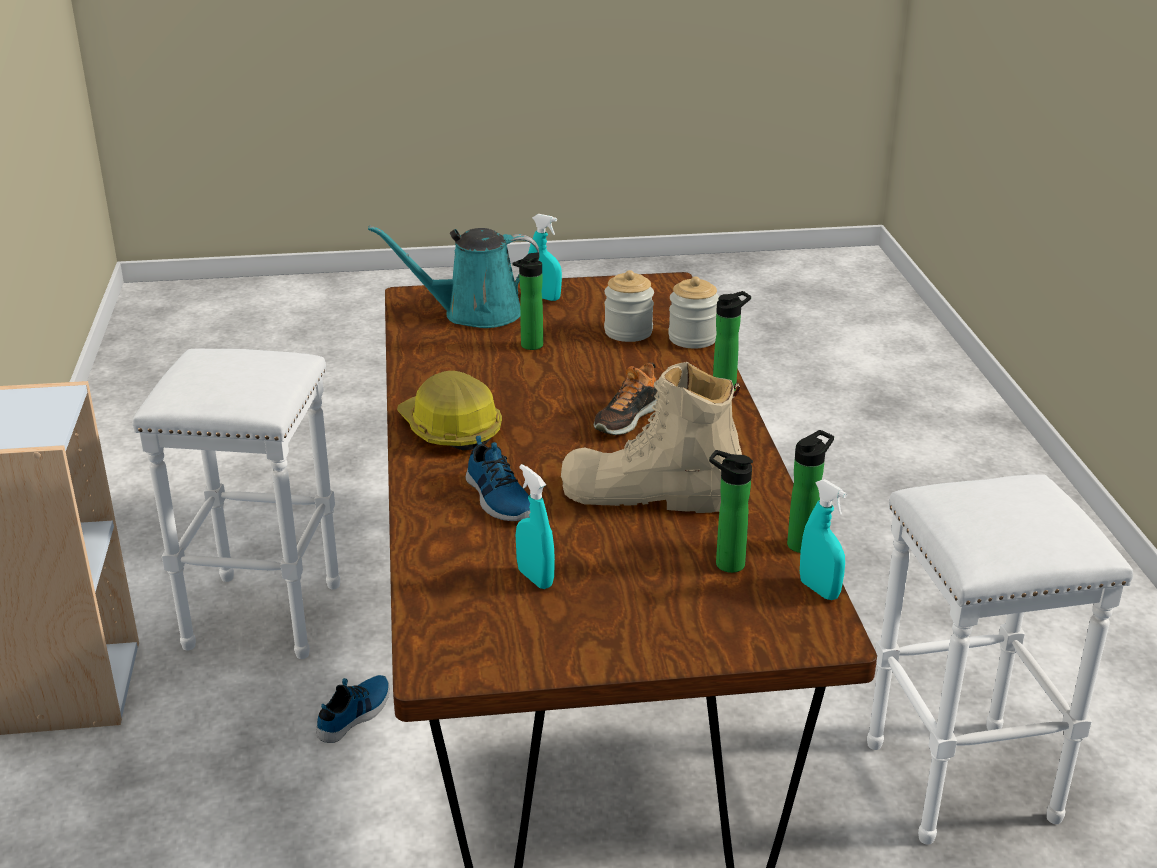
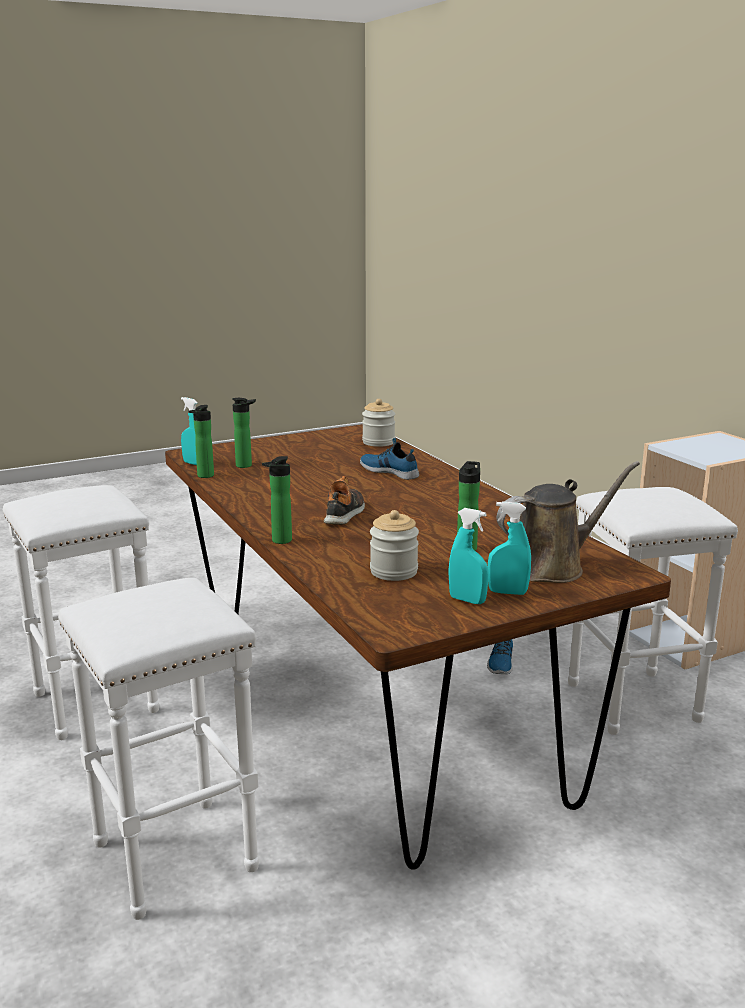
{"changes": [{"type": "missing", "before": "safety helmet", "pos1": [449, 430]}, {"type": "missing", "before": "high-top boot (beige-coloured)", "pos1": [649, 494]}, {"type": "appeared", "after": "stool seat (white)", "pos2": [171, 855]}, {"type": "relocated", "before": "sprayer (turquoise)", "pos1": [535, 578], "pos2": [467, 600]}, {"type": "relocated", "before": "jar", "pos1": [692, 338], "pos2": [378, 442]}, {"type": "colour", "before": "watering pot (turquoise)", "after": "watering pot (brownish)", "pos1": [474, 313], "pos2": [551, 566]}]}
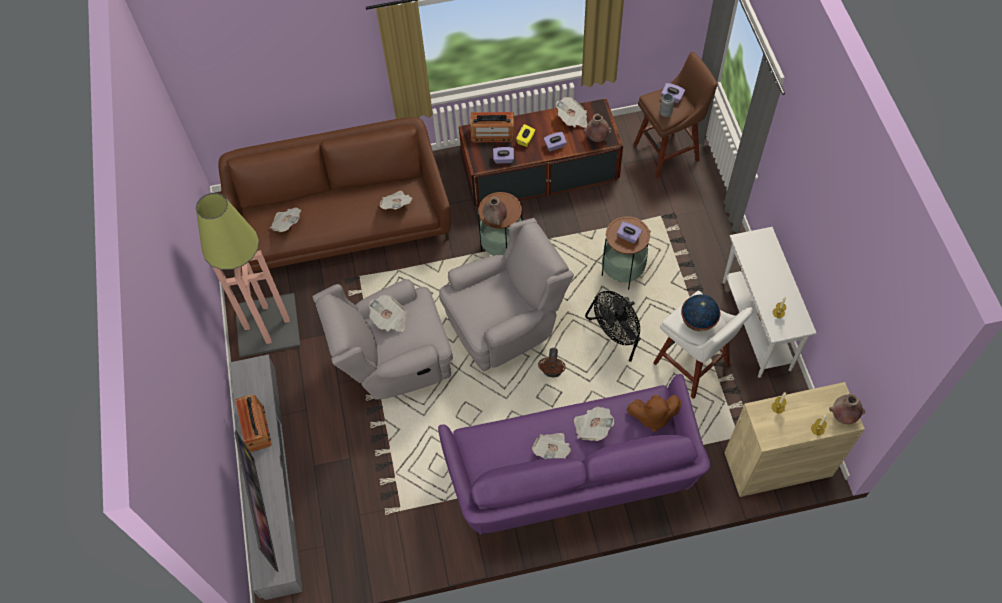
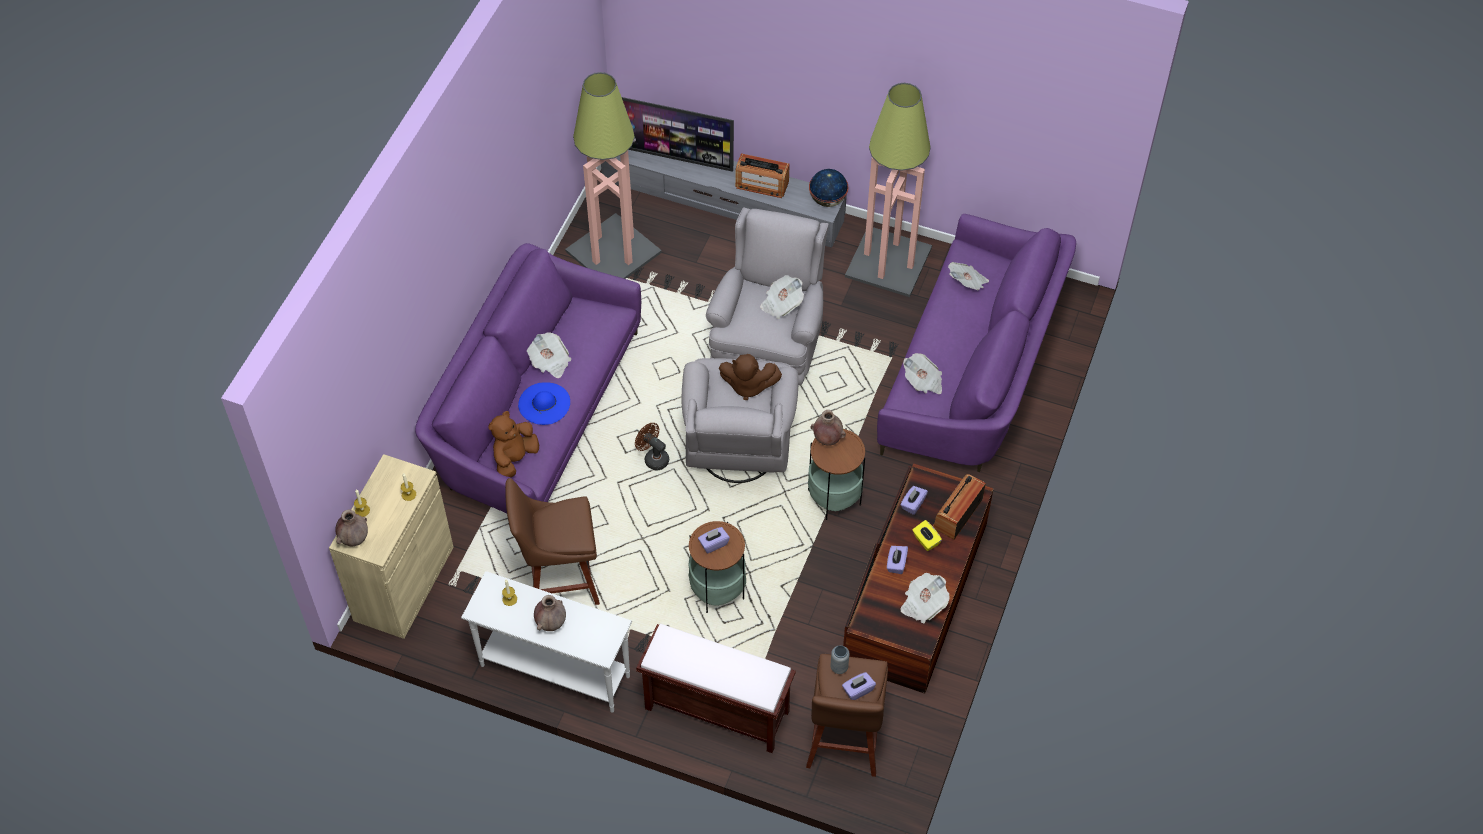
{"changes": [{"type": "missing", "before": "fan (black-coloured)", "pos1": [617, 331]}, {"type": "appeared", "after": "standing lamp", "pos2": [613, 251]}, {"type": "appeared", "after": "indoor bench (brownish)", "pos2": [715, 710]}, {"type": "appeared", "after": "soft toy (brownish)", "pos2": [748, 386]}, {"type": "relocated", "before": "vase (brownish)", "pos1": [596, 138], "pos2": [551, 623]}, {"type": "relocated", "before": "globe", "pos1": [698, 321], "pos2": [827, 200]}, {"type": "exchanged", "before": "daily paper", "after": "hat (blue-coloured)", "pos1": [592, 427], "pos2": [544, 403]}, {"type": "colour", "before": "settee (brownish)", "after": "settee (purple)", "pos1": [341, 223], "pos2": [972, 373]}, {"type": "colour", "before": "stool seat (white)", "after": "stool seat (brownish)", "pos1": [692, 366], "pos2": [560, 581]}]}
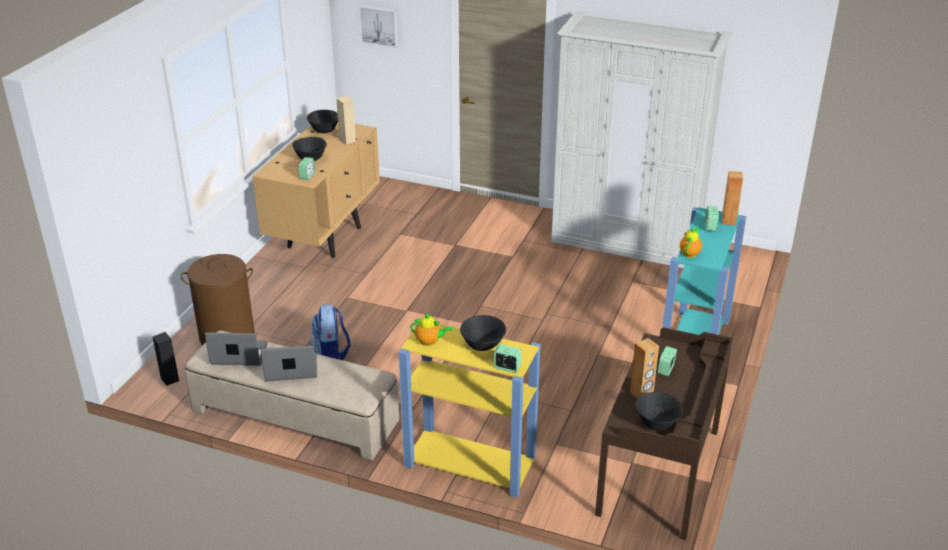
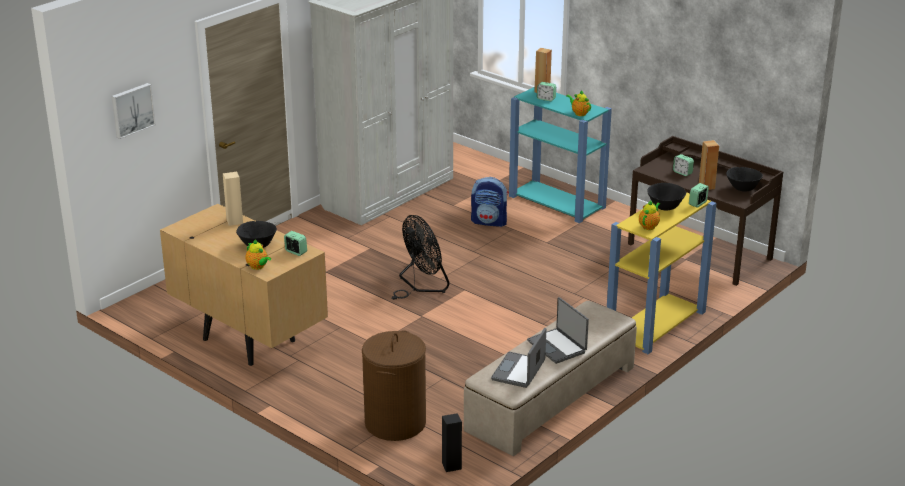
{"changes": [{"type": "missing", "before": "deep dish (black-coloured)", "pos1": [324, 130]}, {"type": "appeared", "after": "tea pot", "pos2": [258, 267]}, {"type": "appeared", "after": "fan (black-coloured)", "pos2": [417, 283]}, {"type": "relocated", "before": "rucksack", "pos1": [331, 355], "pos2": [489, 222]}, {"type": "spun", "before": "portable computer", "pos1": [291, 369], "pos2": [557, 346], "turn": -45}]}
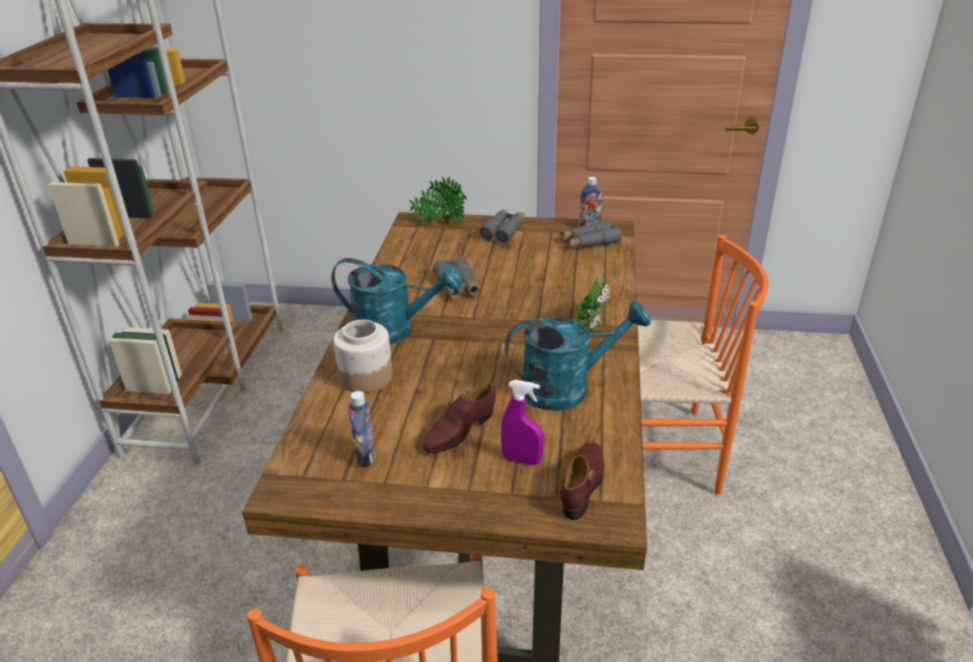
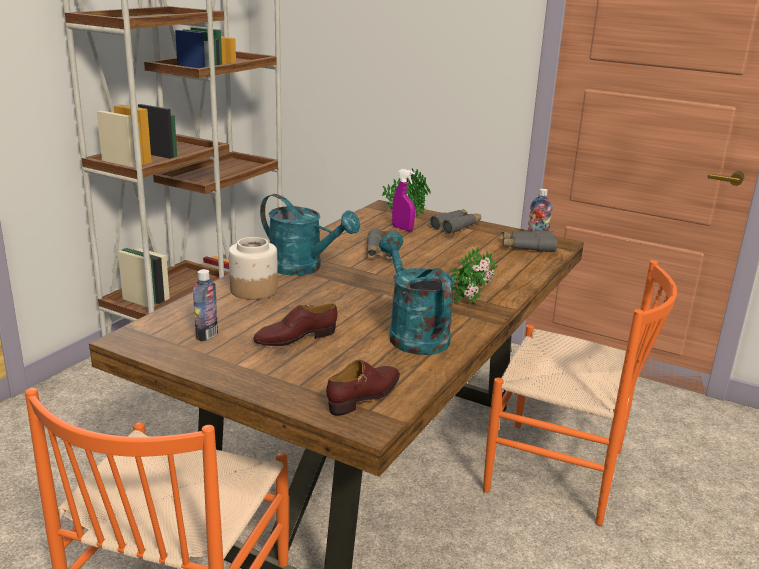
{"changes": [{"type": "relocated", "before": "sprayer (purple)", "pos1": [522, 460], "pos2": [402, 229]}, {"type": "spun", "before": "watering pot (turquoise)", "pos1": [567, 388], "pos2": [413, 333], "turn": -120}]}
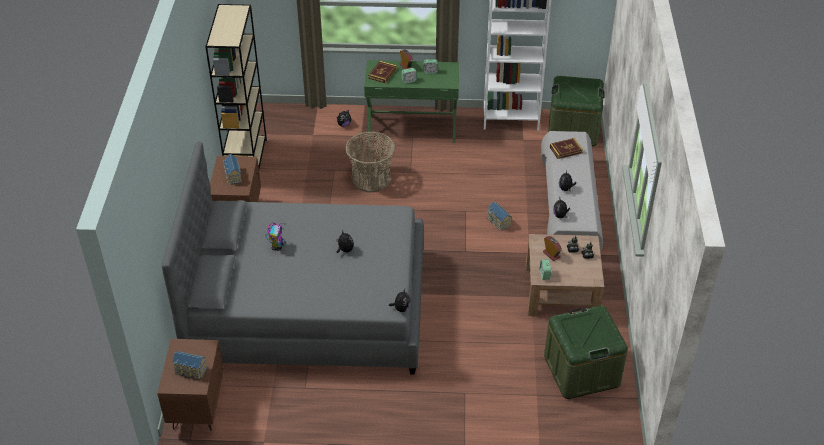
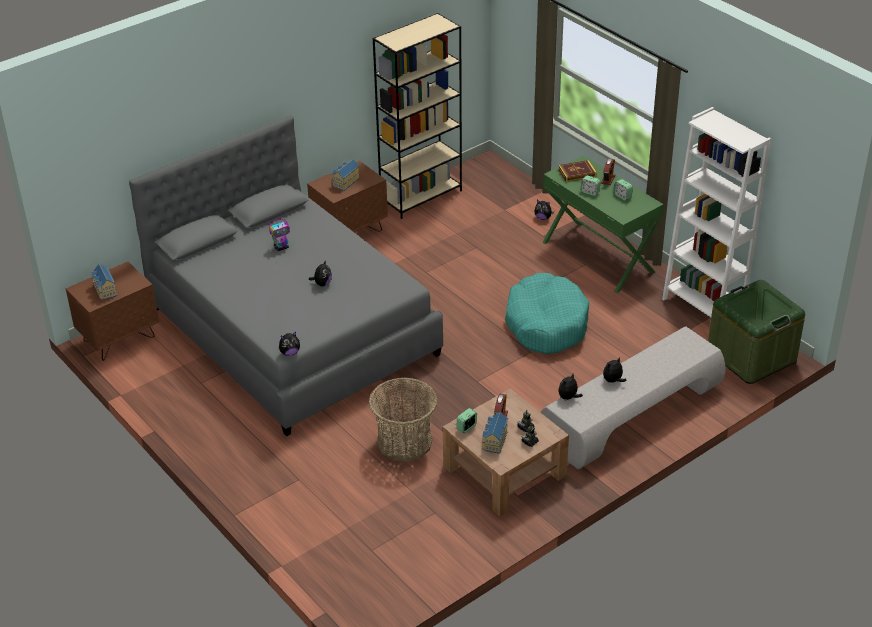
{"changes": [{"type": "missing", "before": "storage box (green-coloured)", "pos1": [581, 370]}, {"type": "missing", "before": "book", "pos1": [566, 150]}, {"type": "appeared", "after": "dog cushion (turquoise)", "pos2": [546, 324]}, {"type": "relocated", "before": "household basket", "pos1": [371, 179], "pos2": [404, 442]}, {"type": "relocated", "before": "miniature house", "pos1": [498, 222], "pos2": [494, 441]}]}
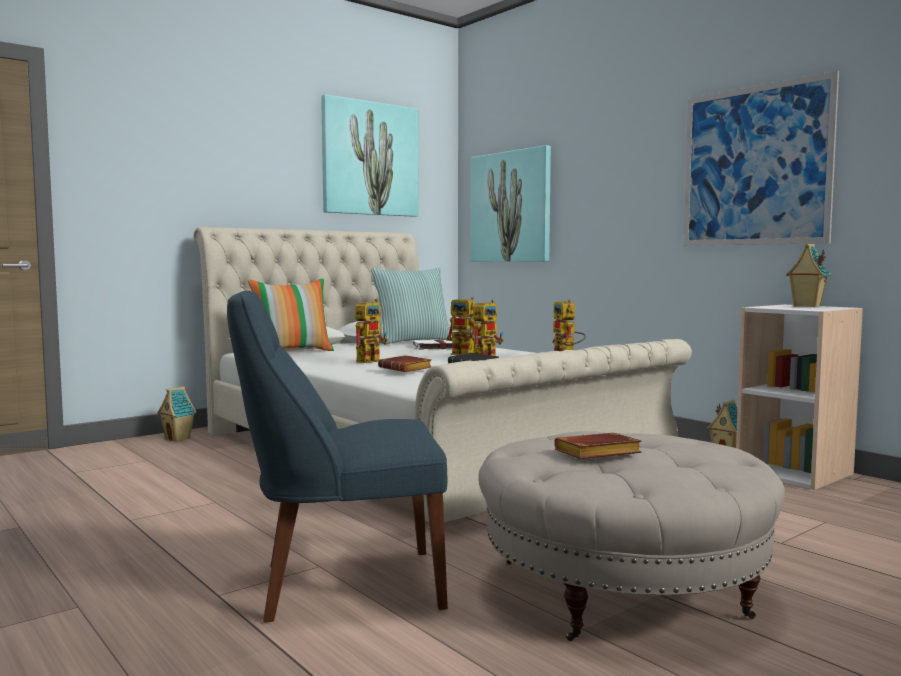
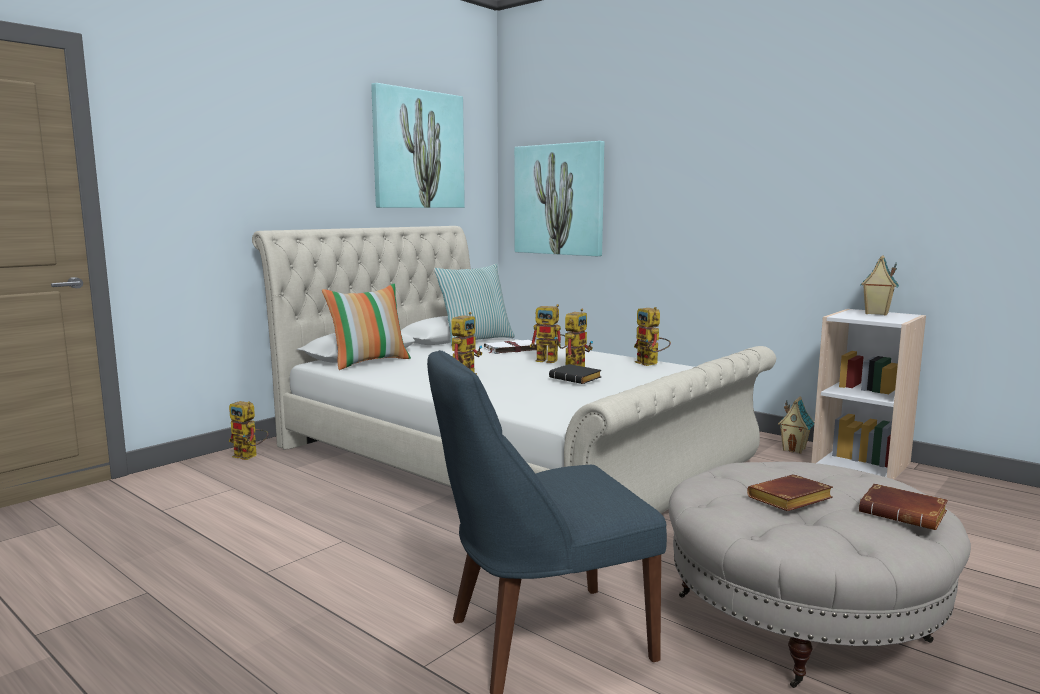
{"changes": [{"type": "missing", "before": "picture", "pos1": [755, 166]}, {"type": "relocated", "before": "book (brownish)", "pos1": [407, 369], "pos2": [905, 514]}, {"type": "exchanged", "before": "miniature house", "after": "toy robot", "pos1": [178, 439], "pos2": [250, 456]}]}
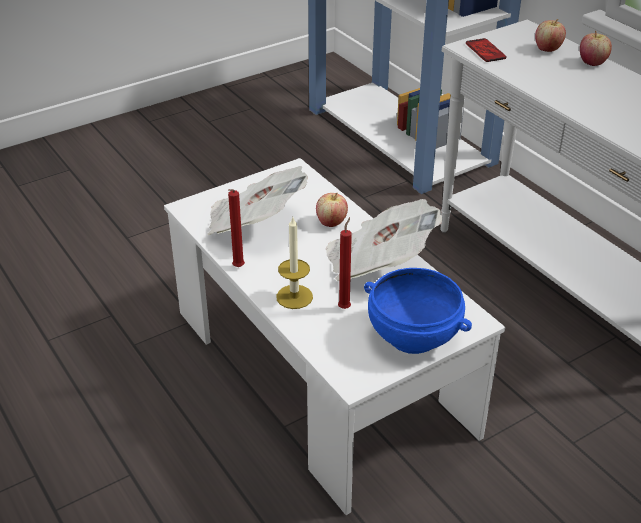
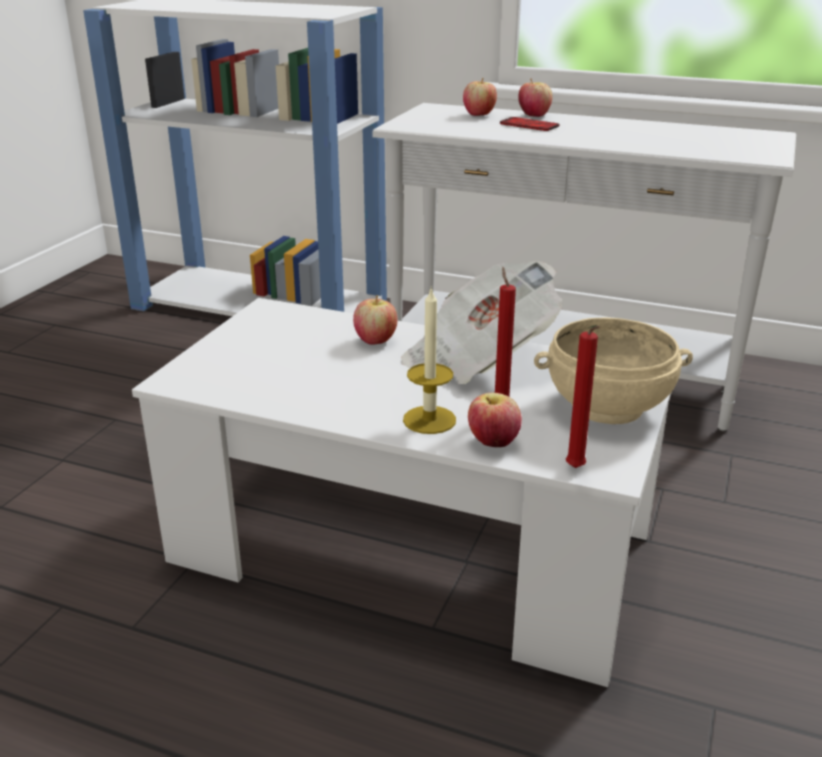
{"changes": [{"type": "missing", "before": "daily paper", "pos1": [255, 223]}, {"type": "appeared", "after": "apple fruit", "pos2": [493, 442]}, {"type": "relocated", "before": "wax candle (red-coloured)", "pos1": [237, 268], "pos2": [576, 469]}, {"type": "relocated", "before": "telephone", "pos1": [485, 51], "pos2": [529, 125]}, {"type": "colour", "before": "deep dish (blue-coloured)", "after": "deep dish (beige-coloured)", "pos1": [412, 336], "pos2": [608, 407]}]}
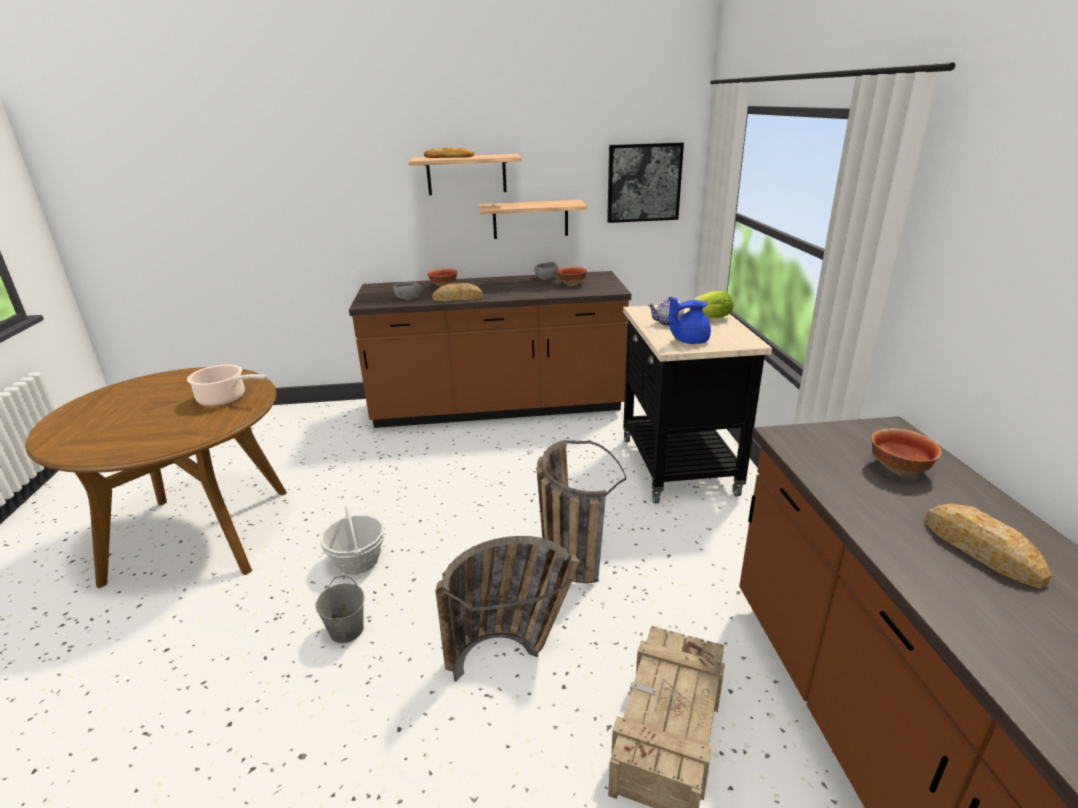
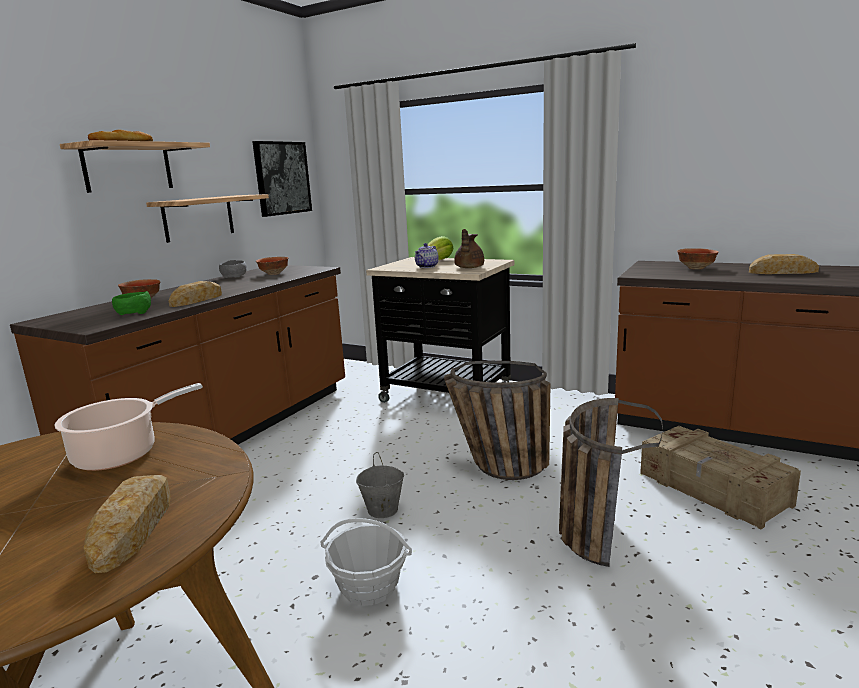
{"changes": [{"type": "appeared", "after": "baked bread", "pos2": [134, 526]}, {"type": "relocated", "before": "bucket (greyish)", "pos1": [346, 630], "pos2": [382, 510]}, {"type": "colour", "before": "deep dish (greyish)", "after": "deep dish (green-coloured)", "pos1": [407, 298], "pos2": [133, 313]}, {"type": "colour", "before": "tea pot (blue-coloured)", "after": "tea pot (brownish)", "pos1": [688, 341], "pos2": [468, 268]}]}
